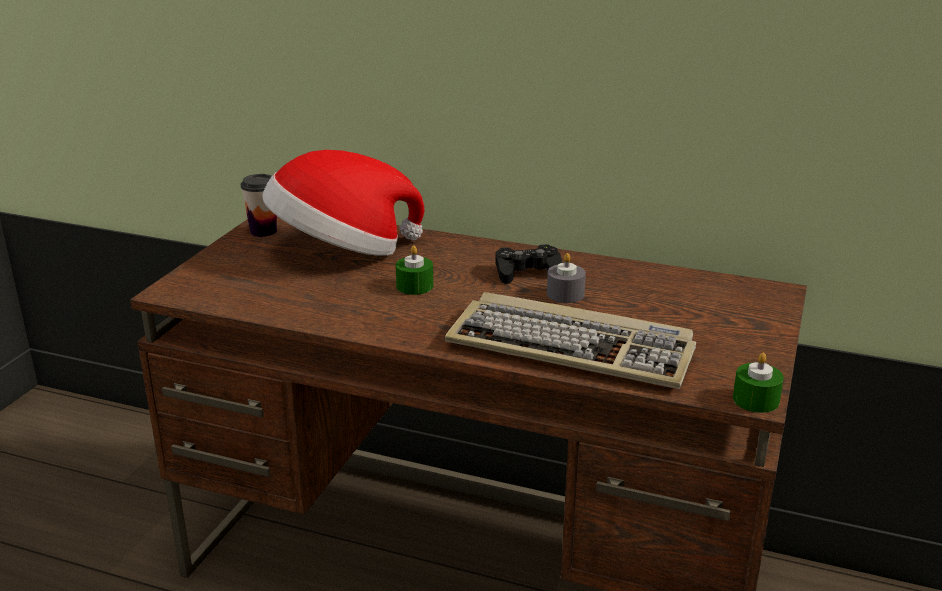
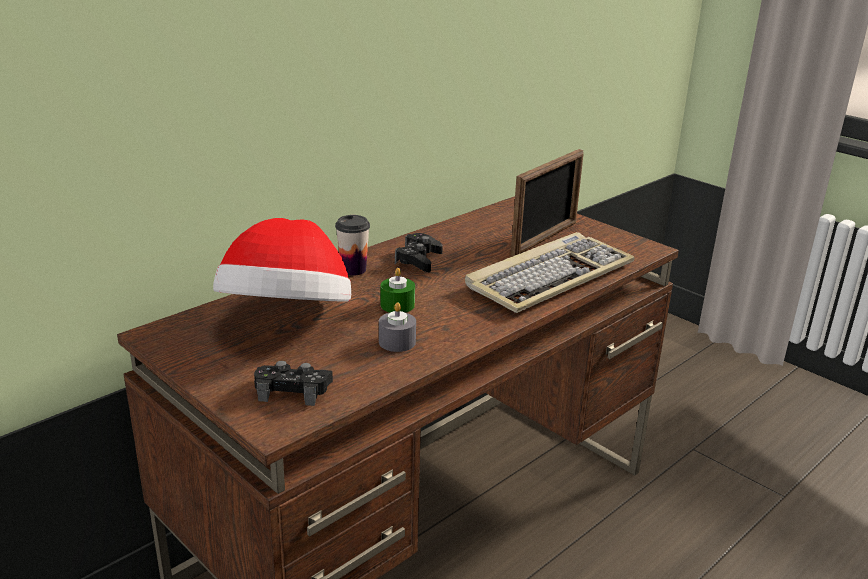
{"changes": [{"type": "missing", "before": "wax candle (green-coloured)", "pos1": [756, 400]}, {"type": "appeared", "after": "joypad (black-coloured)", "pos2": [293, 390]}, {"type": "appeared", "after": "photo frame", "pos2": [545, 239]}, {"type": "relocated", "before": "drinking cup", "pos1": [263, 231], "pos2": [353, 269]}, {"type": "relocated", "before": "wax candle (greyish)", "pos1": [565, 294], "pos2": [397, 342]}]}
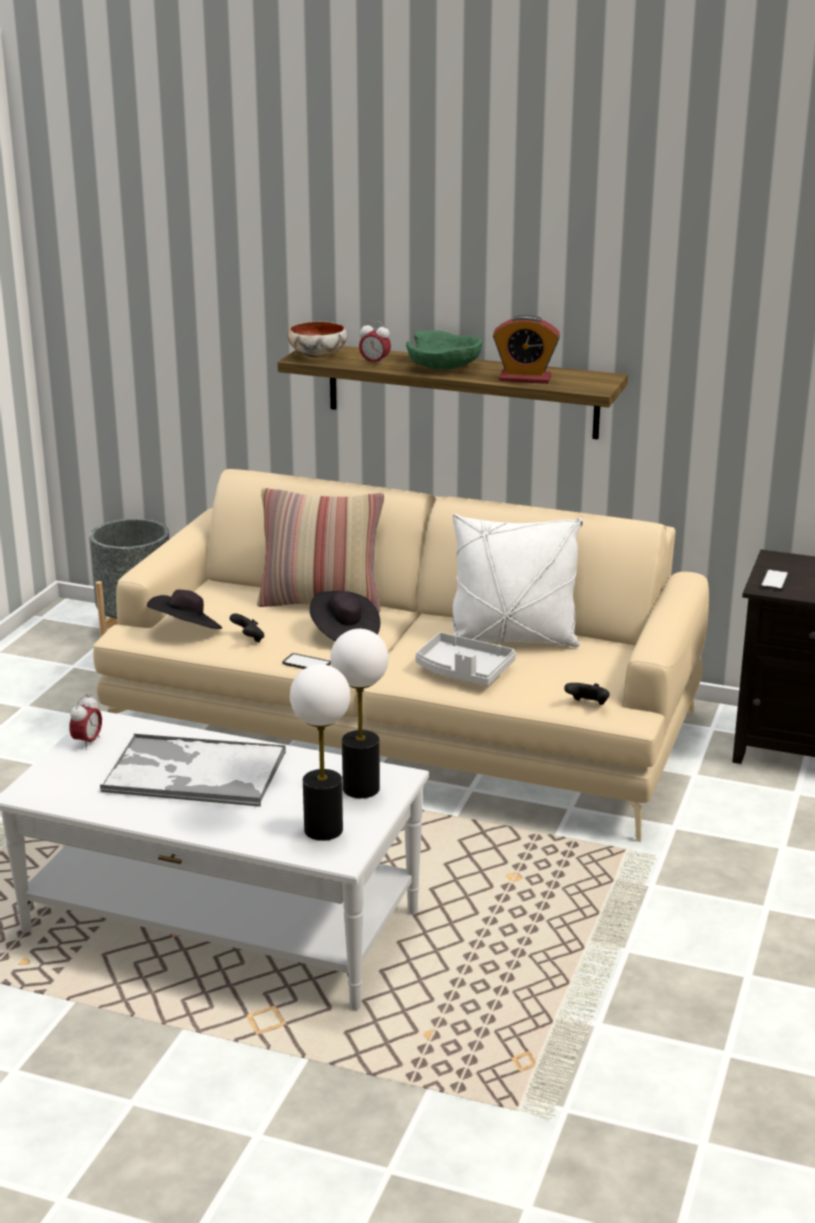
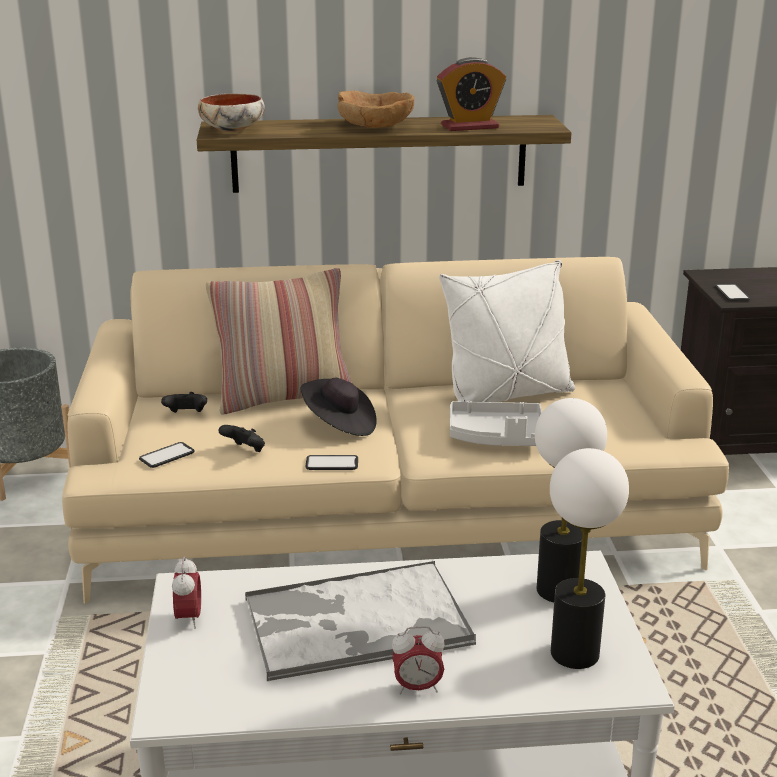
{"changes": [{"type": "relocated", "before": "table clock", "pos1": [374, 363], "pos2": [417, 687]}, {"type": "relocated", "before": "joypad (black-coloured)", "pos1": [587, 705], "pos2": [186, 415]}, {"type": "exchanged", "before": "hat (black-coloured)", "after": "telephone", "pos1": [186, 630], "pos2": [167, 456]}, {"type": "colour", "before": "deep dish (green-coloured)", "after": "deep dish (brownish)", "pos1": [444, 366], "pos2": [376, 125]}]}
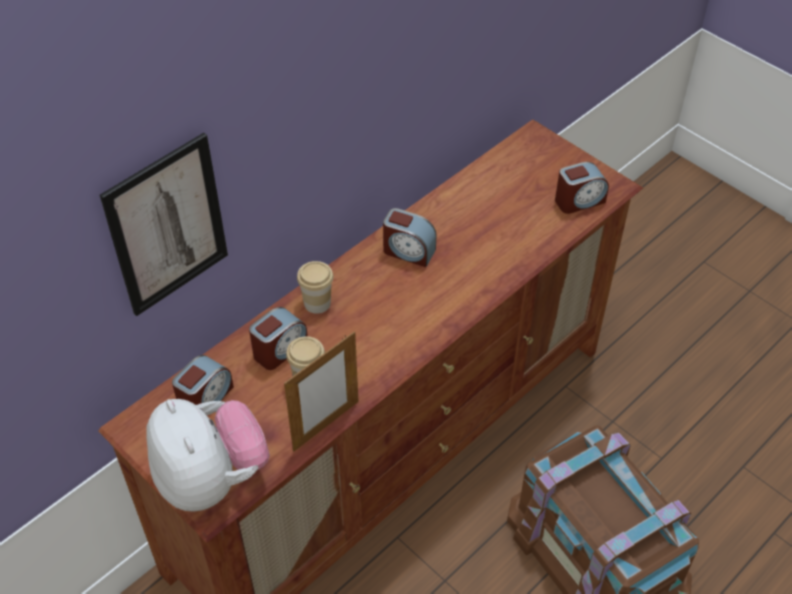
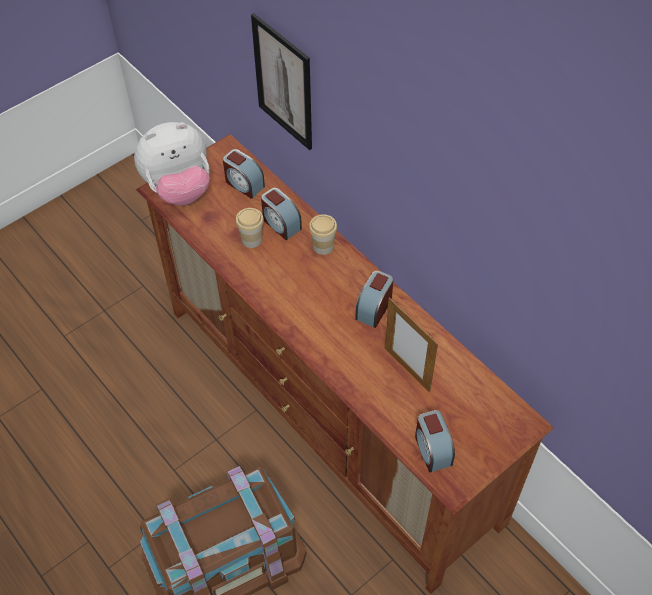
{"changes": [{"type": "relocated", "before": "photo frame", "pos1": [326, 425], "pos2": [407, 369]}]}
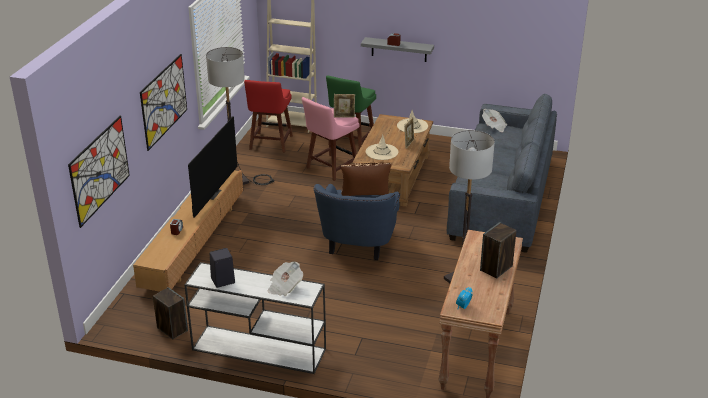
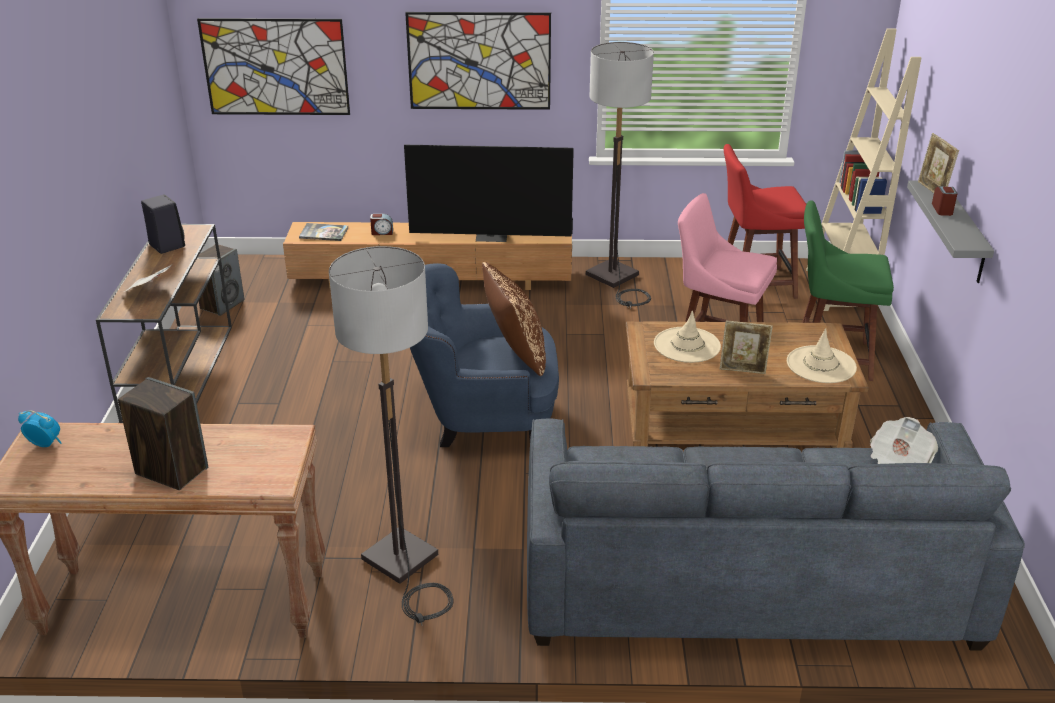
{"changes": [{"type": "appeared", "after": "book", "pos2": [324, 233]}, {"type": "relocated", "before": "photo frame", "pos1": [344, 117], "pos2": [932, 190]}, {"type": "colour", "before": "console table (white)", "after": "console table (brownish)", "pos1": [257, 349], "pos2": [180, 375]}]}
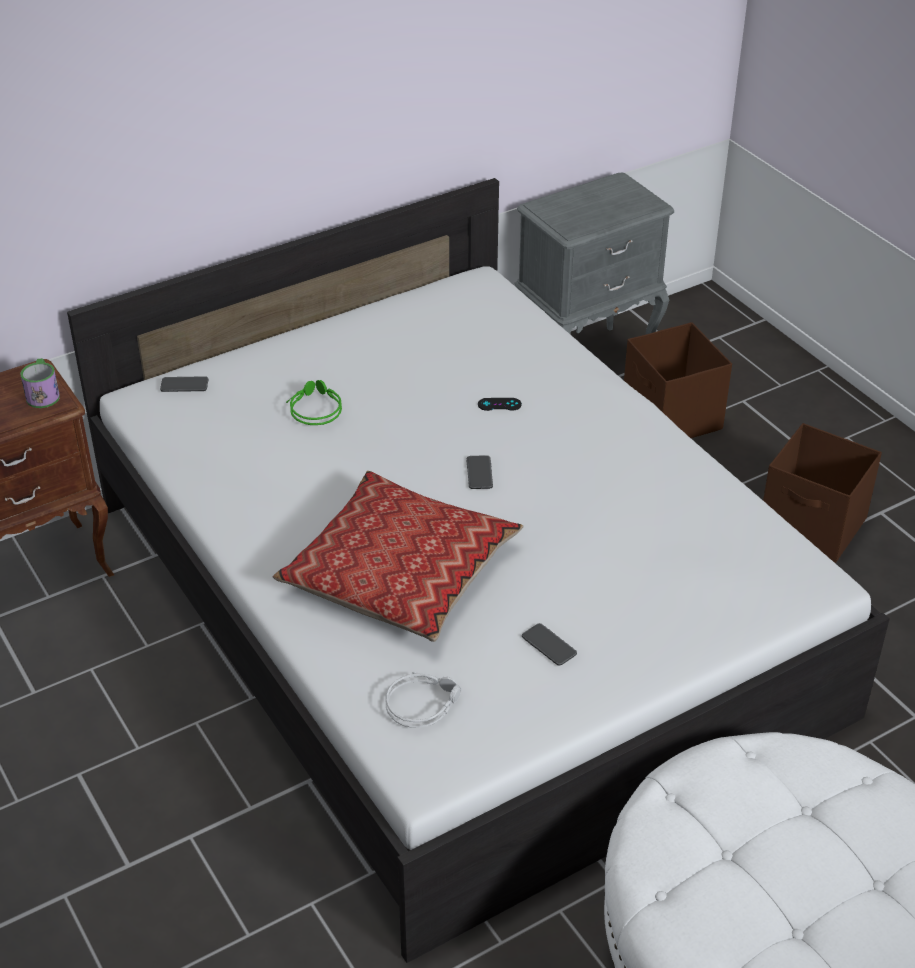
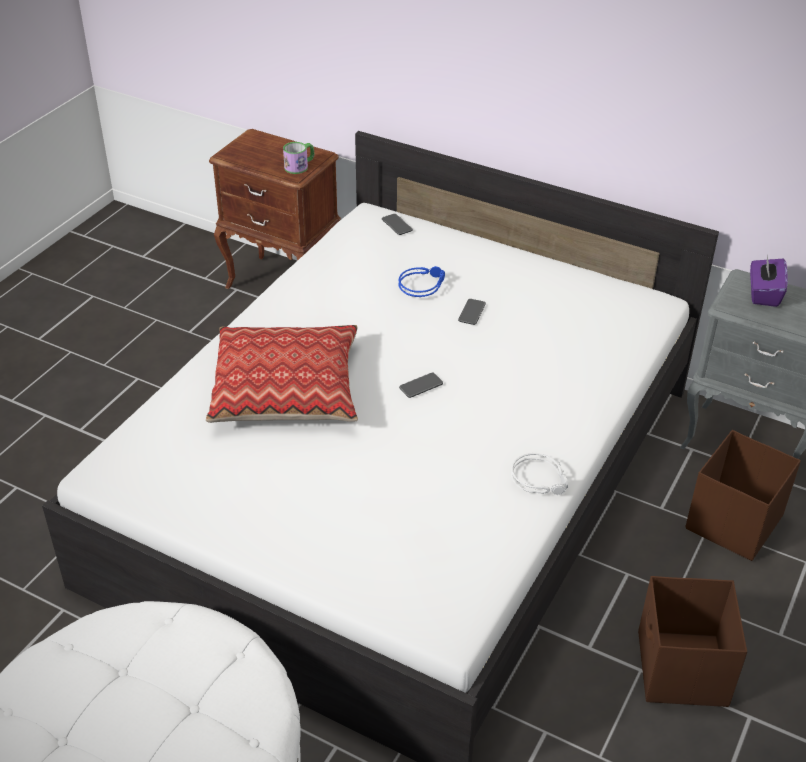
{"changes": [{"type": "missing", "before": "joypad (black-coloured)", "pos1": [499, 404]}, {"type": "appeared", "after": "tissue box (purple)", "pos2": [763, 294]}, {"type": "relocated", "before": "pair of headphones (greyish)", "pos1": [423, 702], "pos2": [541, 479]}, {"type": "relocated", "before": "telephone", "pos1": [549, 645], "pos2": [472, 312]}, {"type": "colour", "before": "pair of headphones (green-coloured)", "after": "pair of headphones (blue-coloured)", "pos1": [314, 408], "pos2": [421, 284]}]}
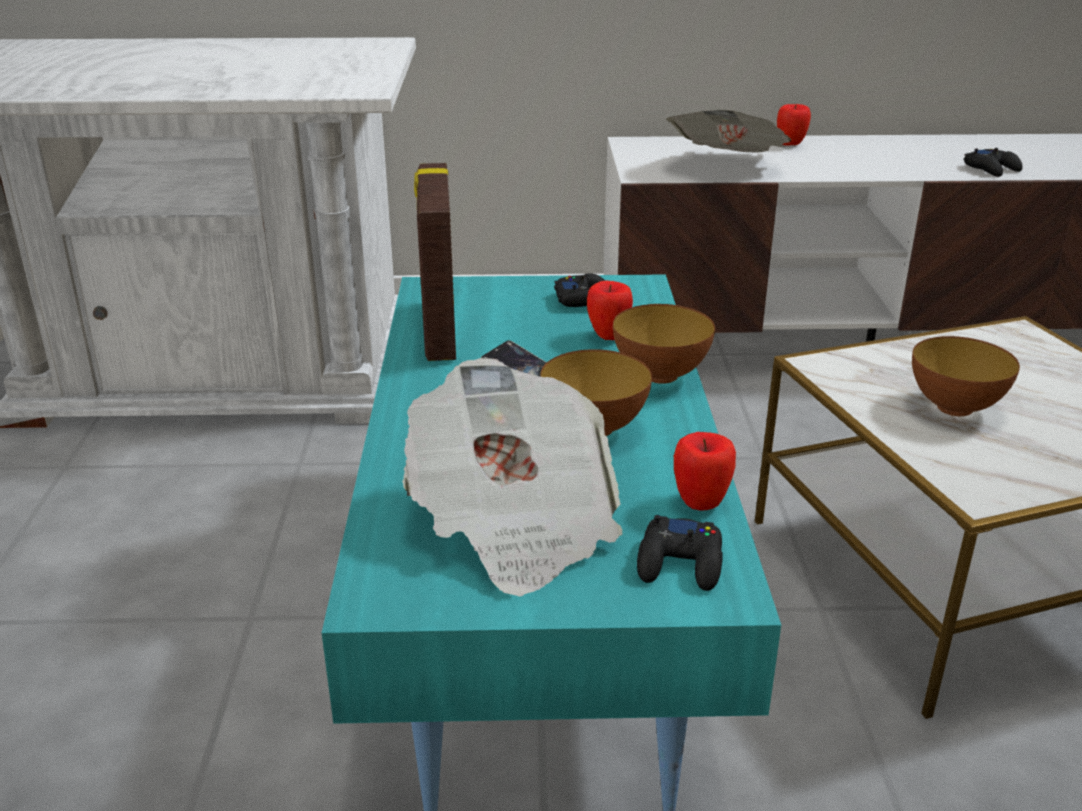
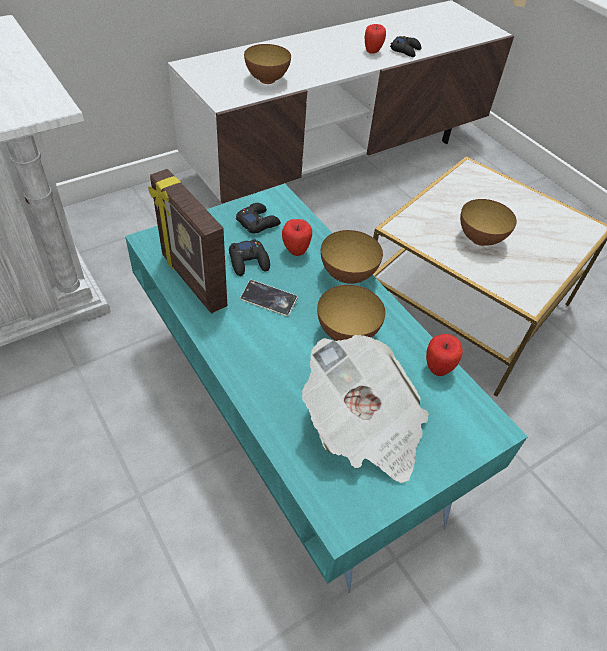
{"changes": [{"type": "relocated", "before": "joypad (black-coloured)", "pos1": [681, 563], "pos2": [249, 261]}, {"type": "relocated", "before": "apple fruit", "pos1": [790, 144], "pos2": [372, 52]}, {"type": "exchanged", "before": "daily paper", "after": "deep dish", "pos1": [728, 167], "pos2": [267, 80]}]}
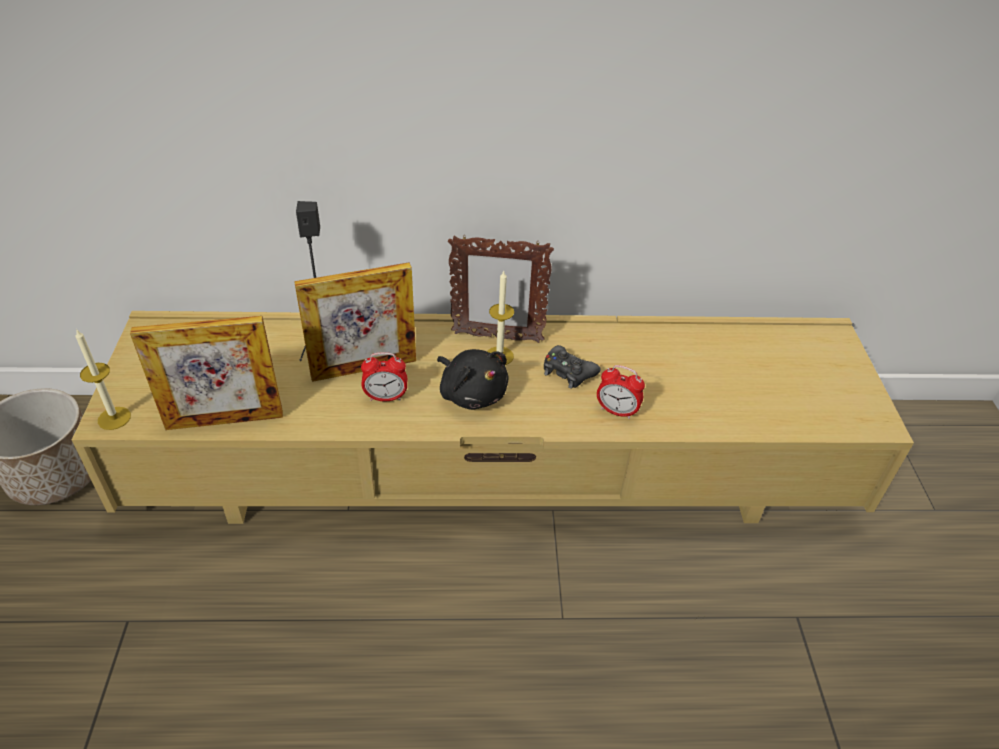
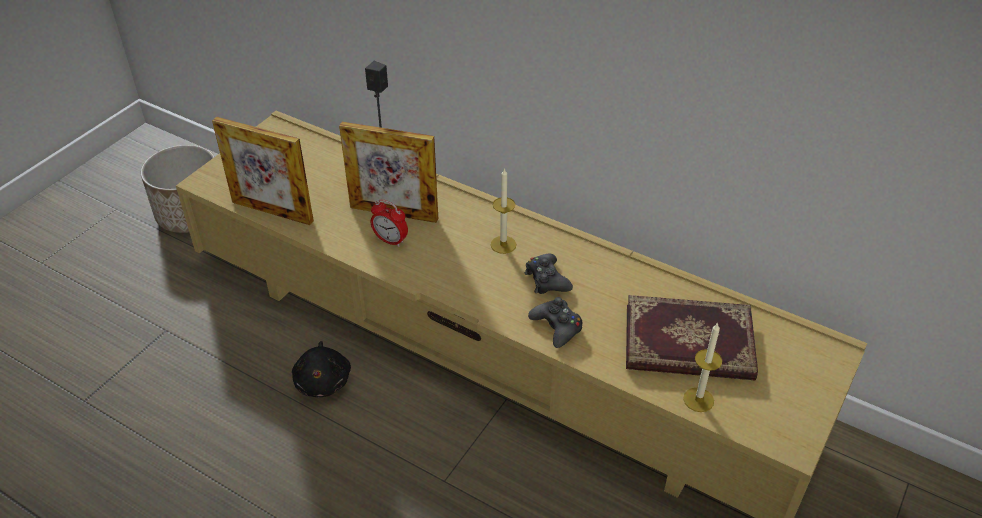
{"changes": [{"type": "missing", "before": "photo frame", "pos1": [496, 337]}, {"type": "appeared", "after": "book", "pos2": [688, 344]}, {"type": "relocated", "before": "wax candle", "pos1": [114, 418], "pos2": [698, 400]}, {"type": "relocated", "before": "soft toy (black-coloured)", "pos1": [471, 393], "pos2": [323, 381]}, {"type": "exchanged", "before": "table clock", "after": "joypad (black-coloured)", "pos1": [616, 411], "pos2": [557, 327]}]}
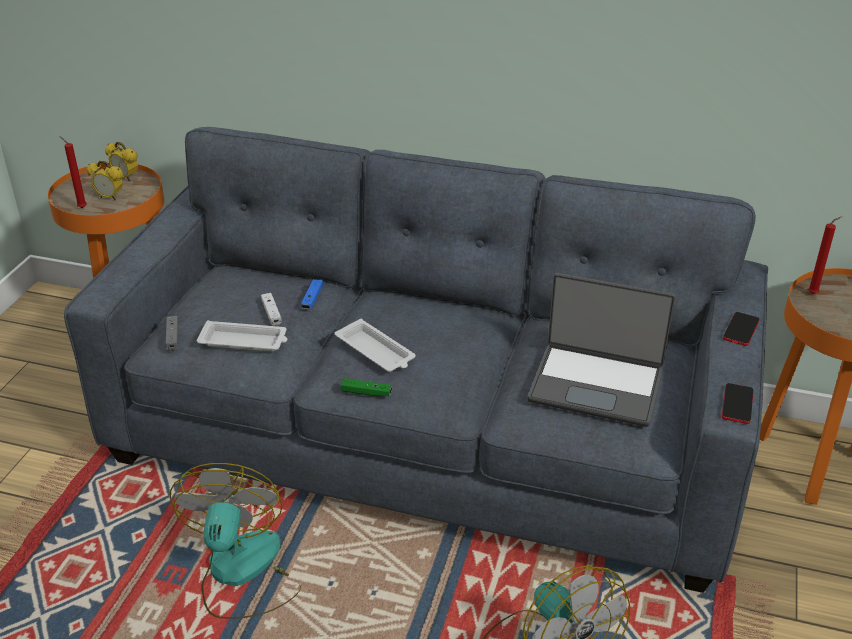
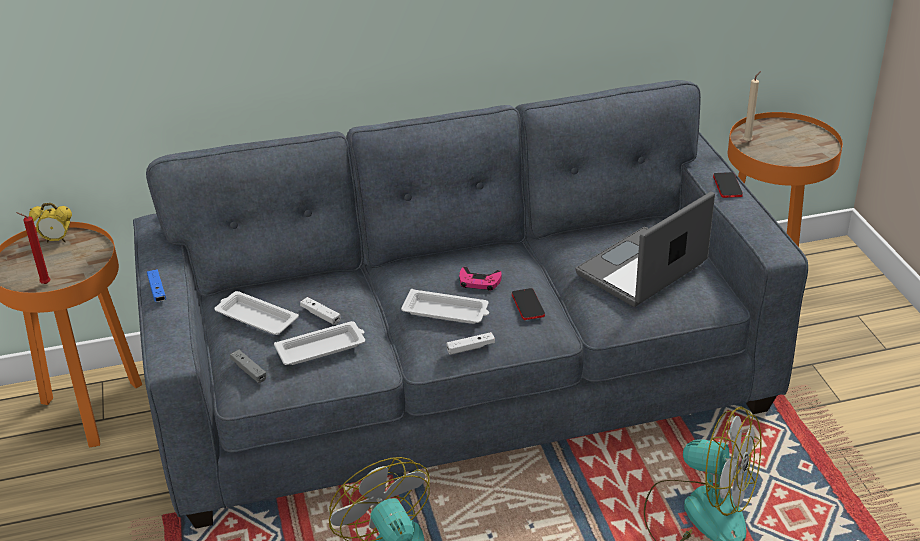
{"changes": [{"type": "missing", "before": "table clock", "pos1": [110, 197]}, {"type": "appeared", "after": "tray (white)", "pos2": [255, 318]}, {"type": "appeared", "after": "joypad (pink)", "pos2": [479, 282]}, {"type": "relocated", "before": "joypad (blue-coloured)", "pos1": [312, 299], "pos2": [157, 291]}, {"type": "relocated", "before": "telephone", "pos1": [737, 404], "pos2": [528, 305]}, {"type": "colour", "before": "joypad (green-coloured)", "after": "joypad (white)", "pos1": [366, 392], "pos2": [470, 348]}, {"type": "colour", "before": "wax candle (red-coloured)", "after": "wax candle (beige-coloured)", "pos1": [814, 293], "pos2": [748, 141]}, {"type": "spun", "before": "portable computer", "pos1": [596, 385], "pos2": [643, 270], "turn": 150}]}
